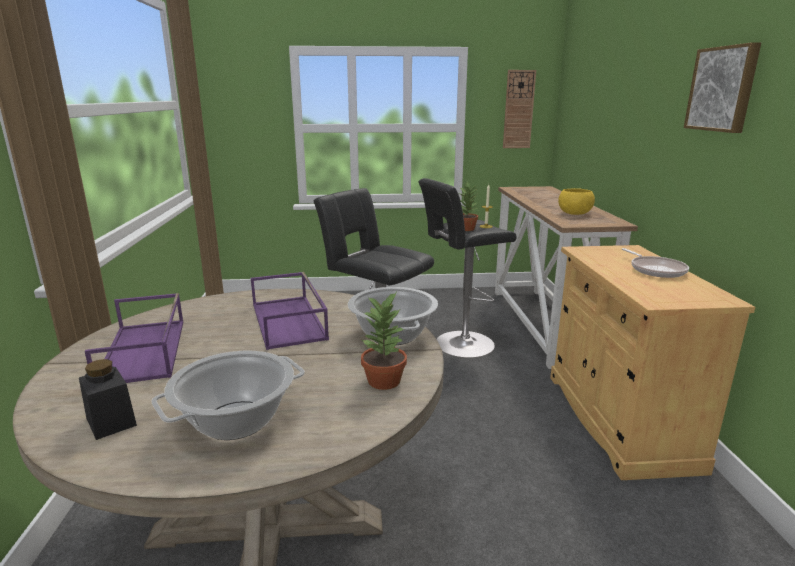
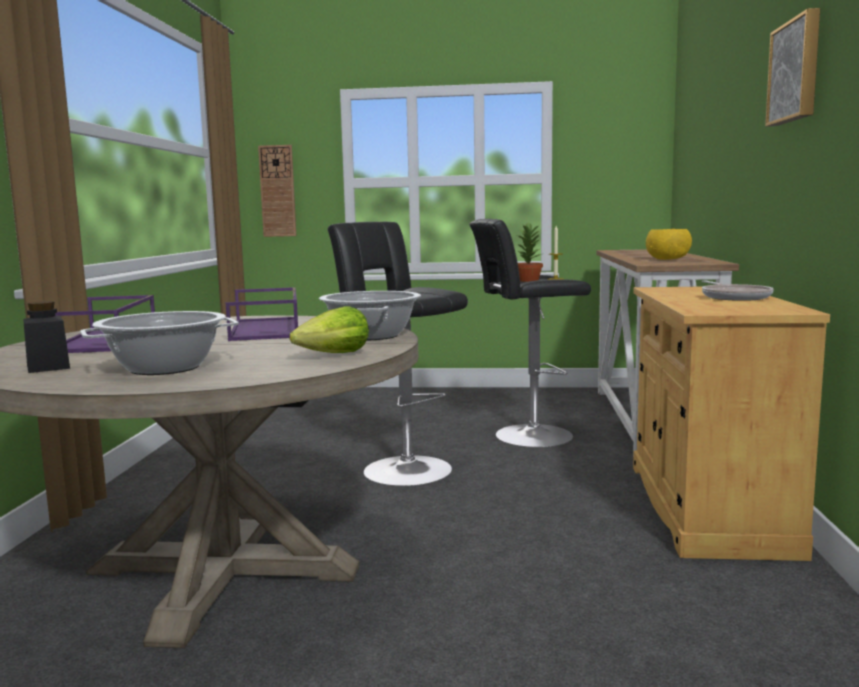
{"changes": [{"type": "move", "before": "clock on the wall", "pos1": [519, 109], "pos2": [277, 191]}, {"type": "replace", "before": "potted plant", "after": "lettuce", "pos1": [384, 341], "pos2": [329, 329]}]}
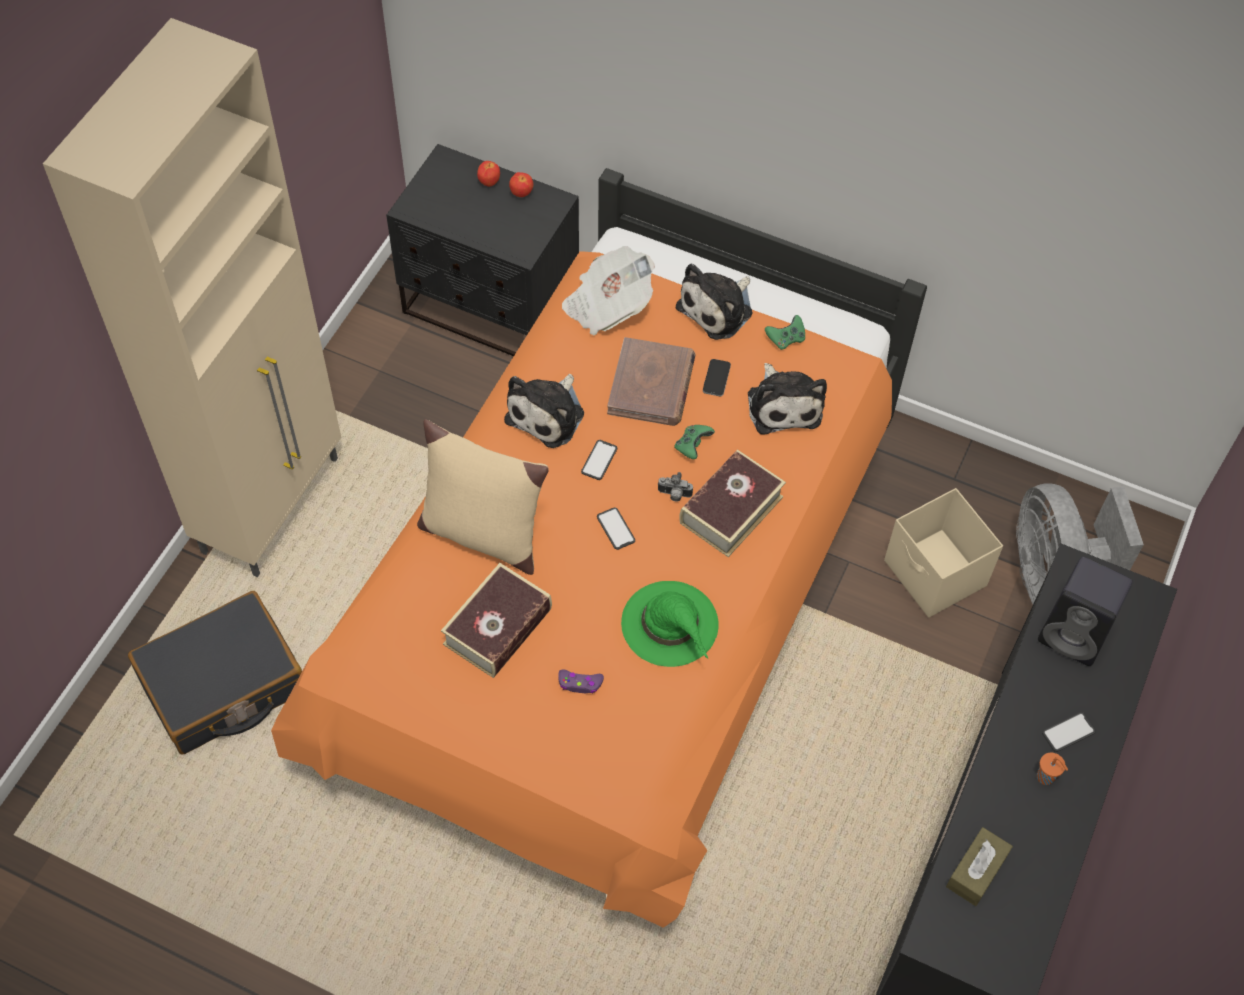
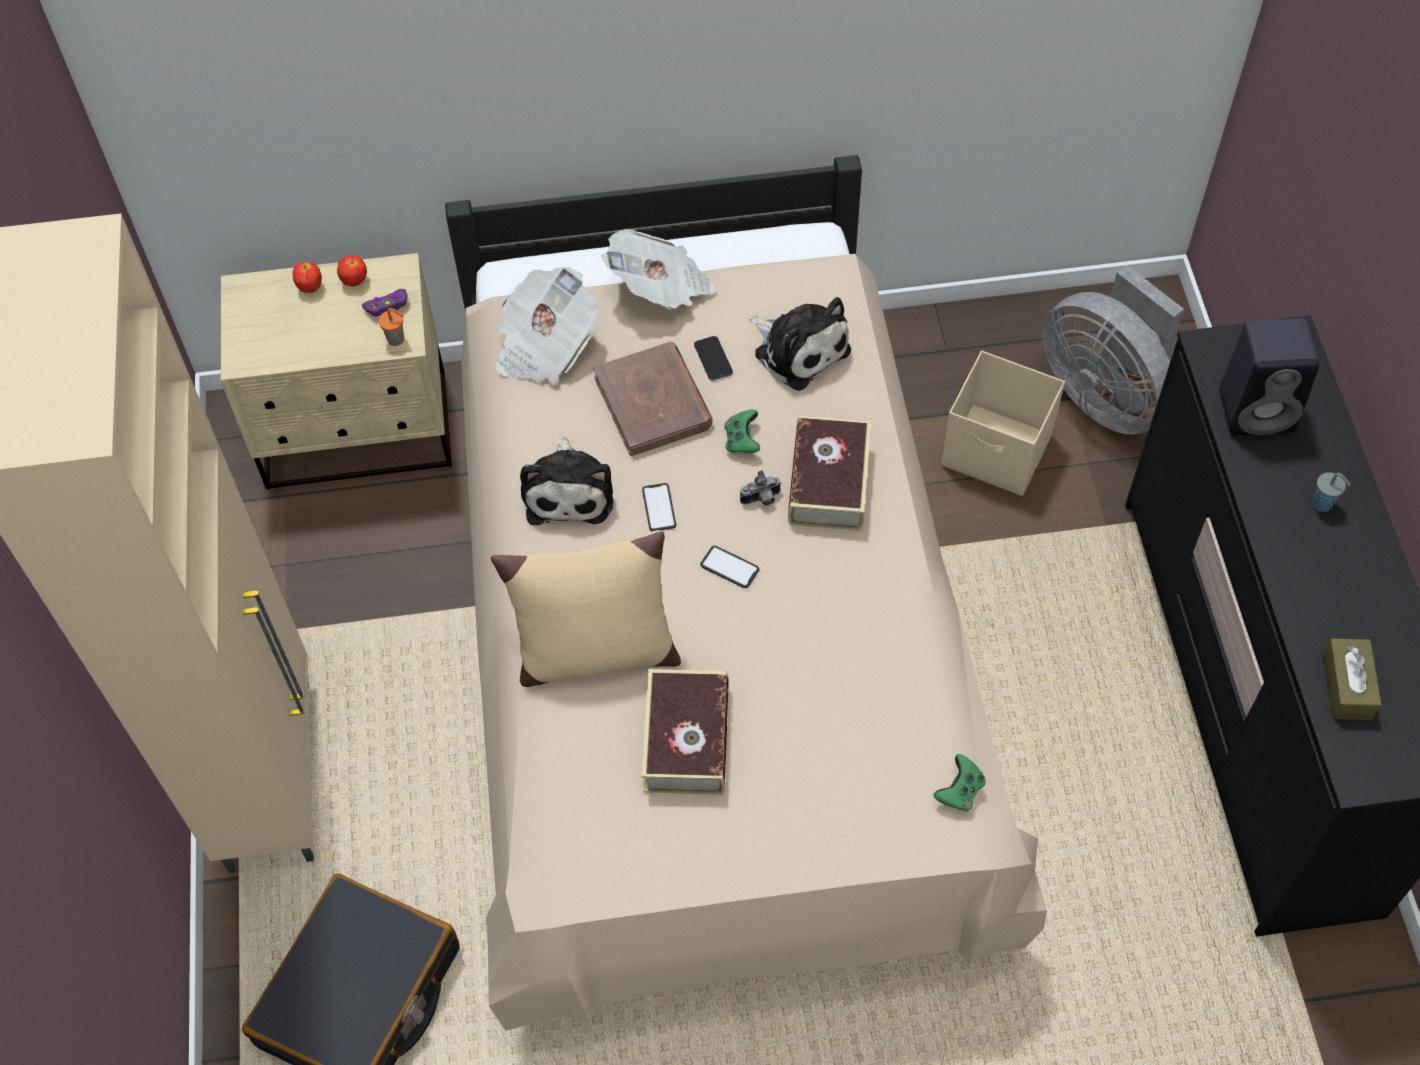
{"changes": [{"type": "recolor", "before": "bedside table (blackish)", "after": "bedside table (beige)", "pos1": [482, 250], "pos2": [336, 371]}, {"type": "recolor", "before": "bed (orangey)", "after": "bed (beige)", "pos1": [599, 548], "pos2": [746, 593]}, {"type": "replace", "before": "plush toy", "after": "daily paper", "pos1": [714, 302], "pos2": [659, 269]}, {"type": "move", "before": "game controller (greenish)", "pos1": [785, 332], "pos2": [959, 782]}, {"type": "delete", "before": "wearable hat (greenish)", "pos1": [670, 624]}, {"type": "move", "before": "game controller (purple)", "pos1": [581, 681], "pos2": [385, 303]}, {"type": "replace", "before": "telephone", "after": "cup (greyish)", "pos1": [1069, 732], "pos2": [1331, 492]}, {"type": "move", "before": "cup (orangey)", "pos1": [1052, 769], "pos2": [391, 327]}]}
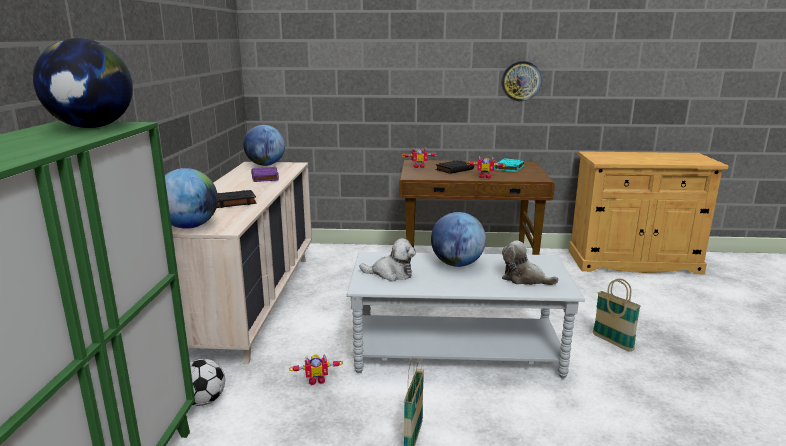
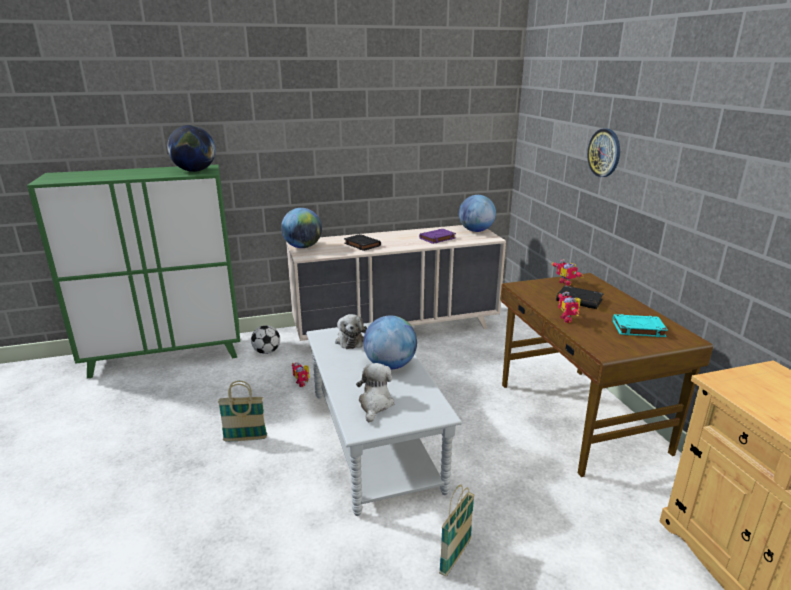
{"changes": [{"type": "move", "before": "clock on the wall", "pos1": [521, 81], "pos2": [603, 152]}]}
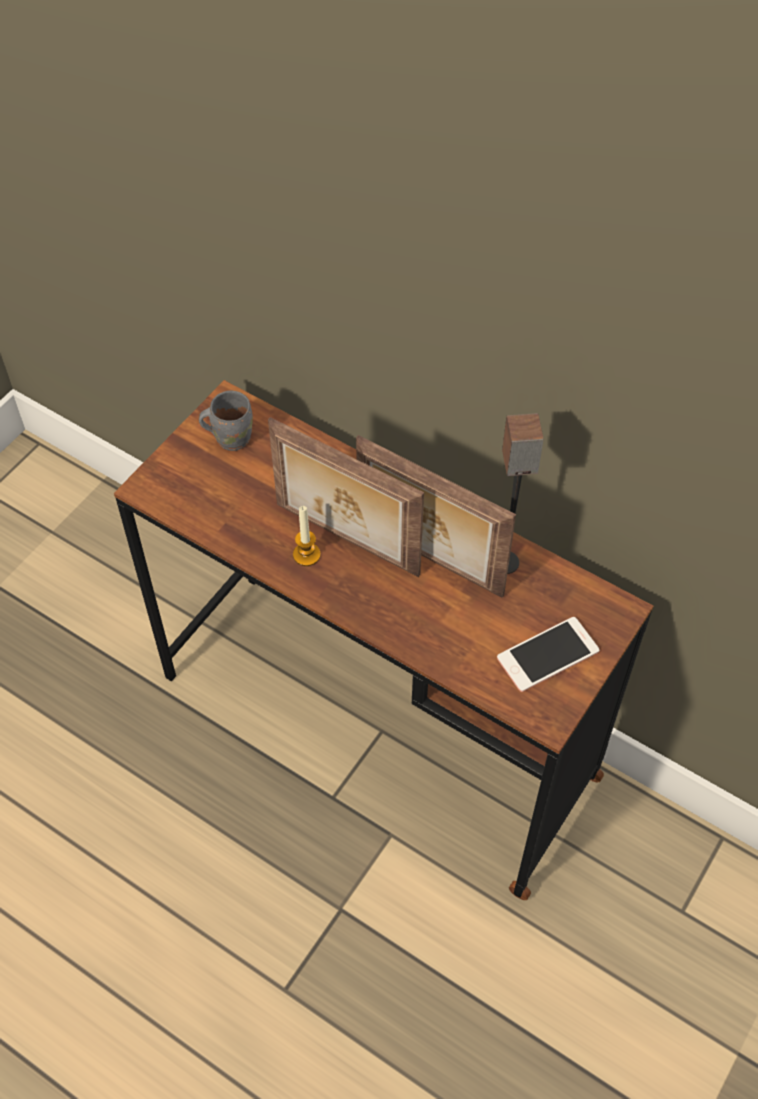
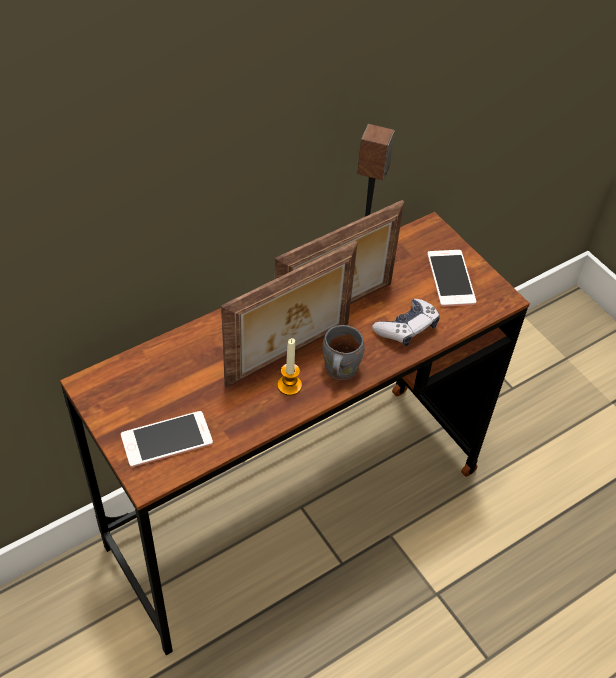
{"changes": [{"type": "move", "before": "tea mug (greyish)", "pos1": [226, 421], "pos2": [343, 352]}, {"type": "insert", "after": "game controller", "pos2": [406, 322]}, {"type": "insert", "after": "telephone", "pos2": [167, 439]}]}
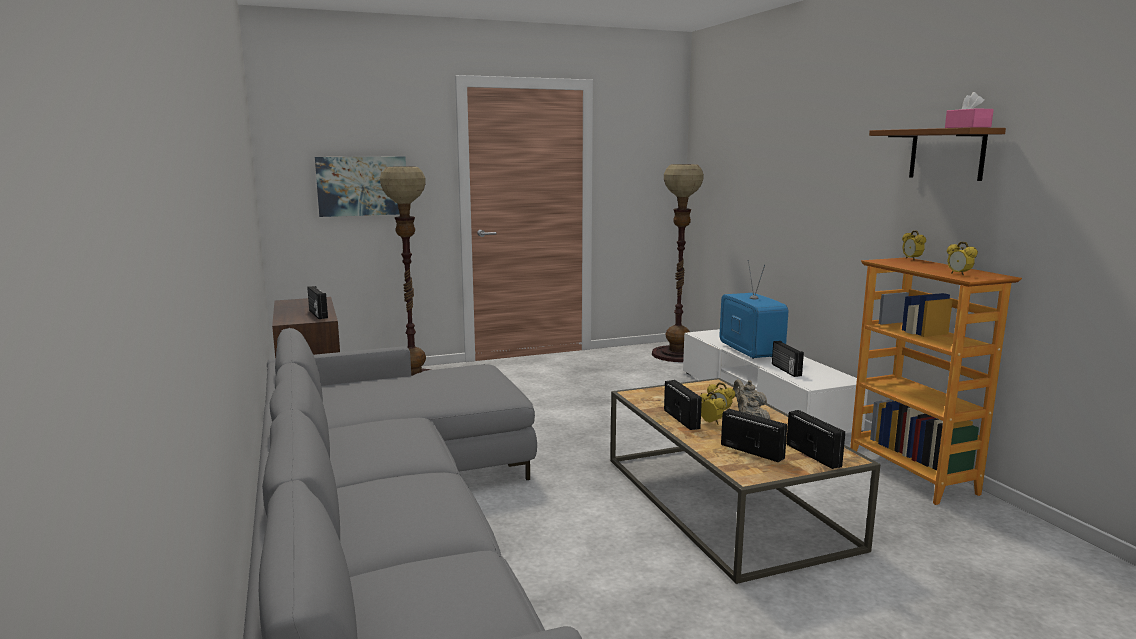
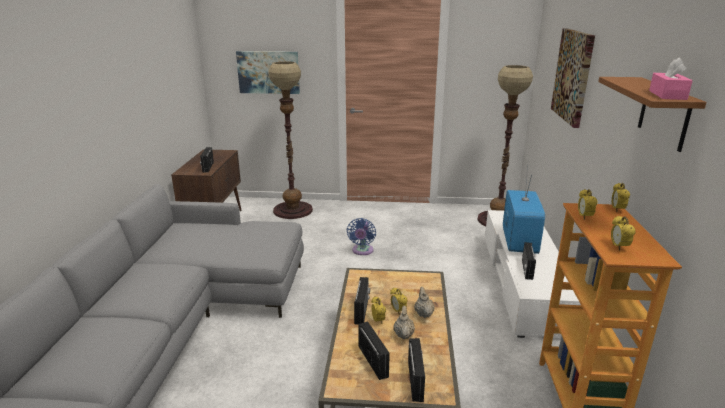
{"changes": [{"type": "insert", "after": "wall picture", "pos2": [573, 78]}, {"type": "insert", "after": "bedside clock", "pos2": [588, 204]}, {"type": "insert", "after": "fan (blue)", "pos2": [361, 236]}]}
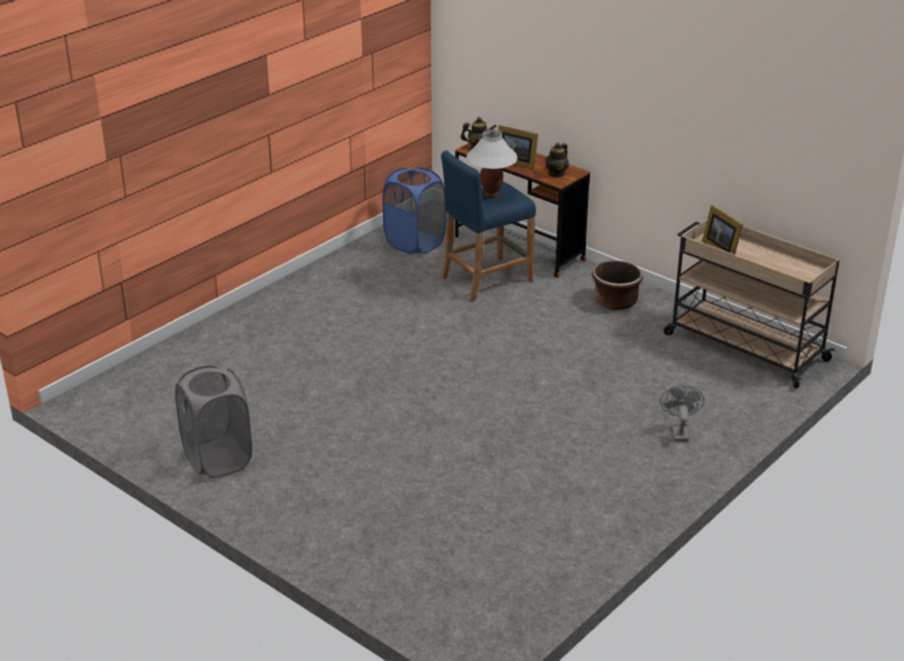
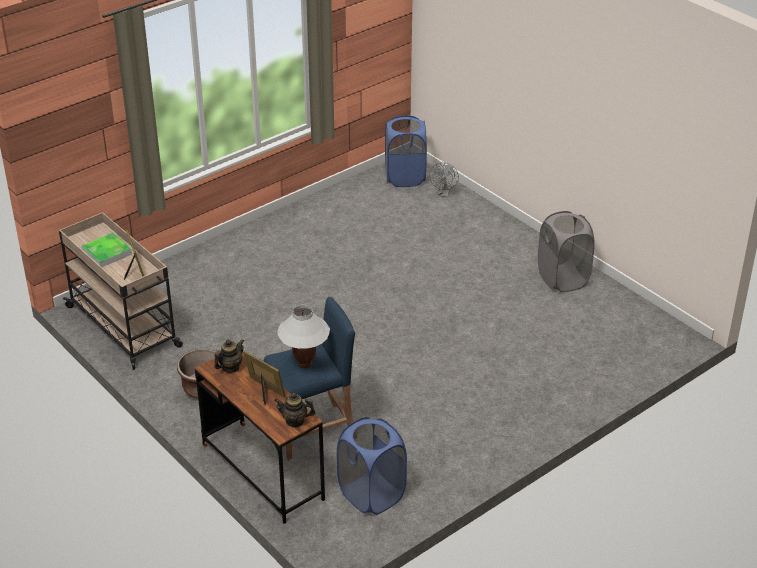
{"changes": [{"type": "move", "before": "fan (greyish)", "pos1": [682, 413], "pos2": [444, 180]}, {"type": "insert", "after": "washing basket (blue)", "pos2": [406, 151]}, {"type": "insert", "after": "tray", "pos2": [107, 250]}]}
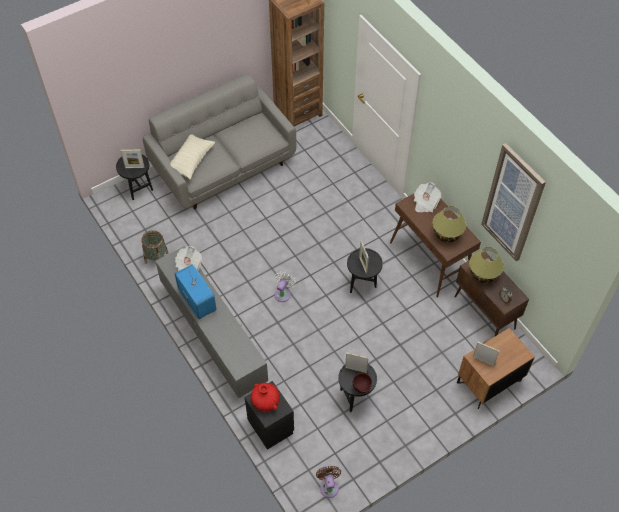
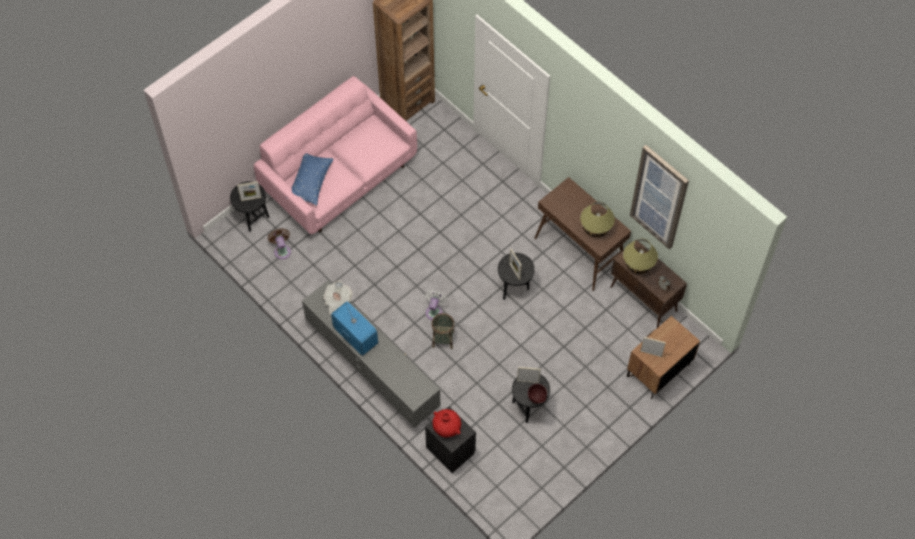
{"changes": [{"type": "recolor", "before": "couch (greyish)", "after": "couch (pink-coloured)", "pos1": [219, 141], "pos2": [335, 155]}, {"type": "recolor", "before": "throw pillow (beige)", "after": "throw pillow (blue)", "pos1": [192, 157], "pos2": [312, 179]}, {"type": "delete", "before": "daily paper", "pos1": [427, 197]}, {"type": "move", "before": "basket", "pos1": [154, 247], "pos2": [442, 331]}, {"type": "move", "before": "fan (brown)", "pos1": [328, 482], "pos2": [279, 243]}]}
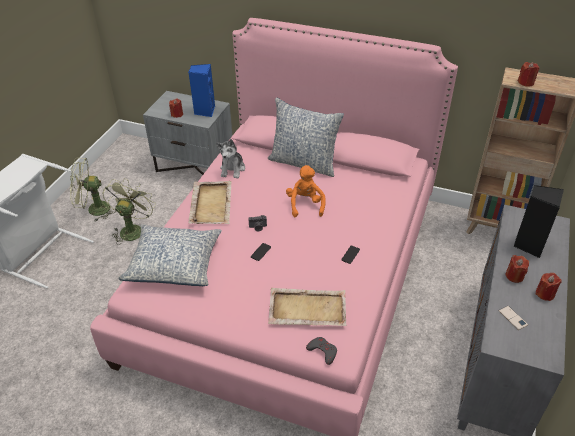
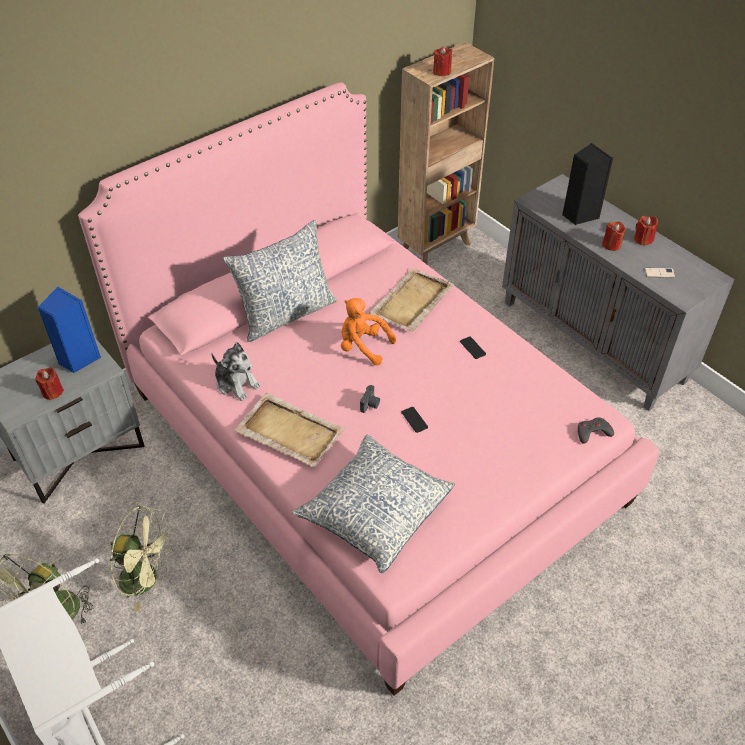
{"changes": [{"type": "rotate", "before": "fan (greenish)", "pos1": [129, 211], "pos2": [142, 558], "turn": 150}, {"type": "move", "before": "tray (beige)", "pos1": [307, 307], "pos2": [411, 300]}]}
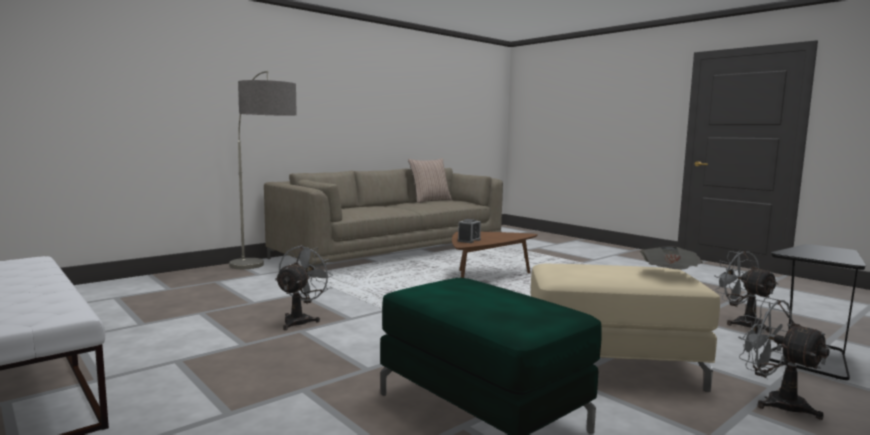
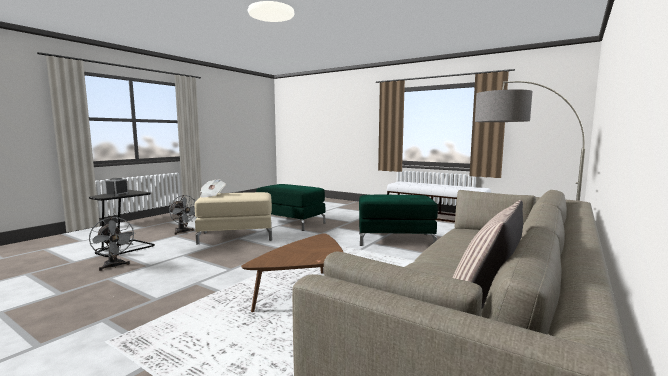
{"changes": [{"type": "move", "before": "bedside clock", "pos1": [469, 231], "pos2": [117, 187]}, {"type": "replace", "before": "fan (greyish)", "after": "footrest (greenish)", "pos1": [304, 287], "pos2": [398, 220]}]}
